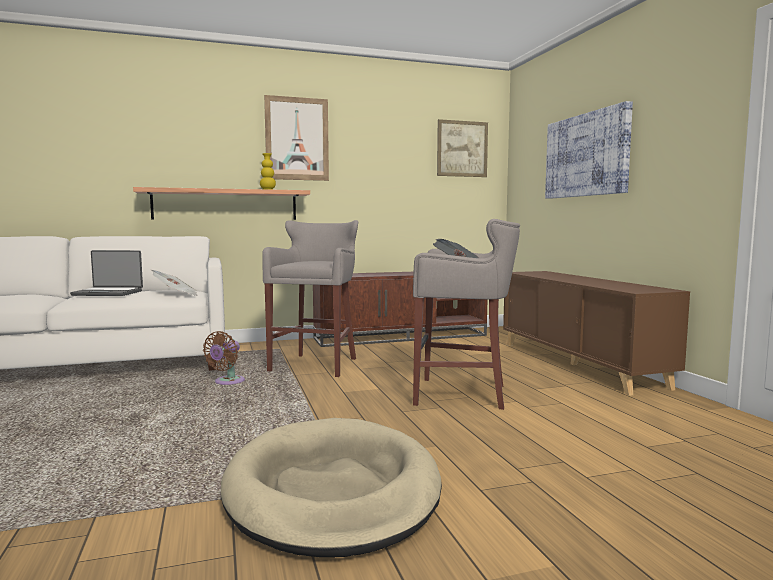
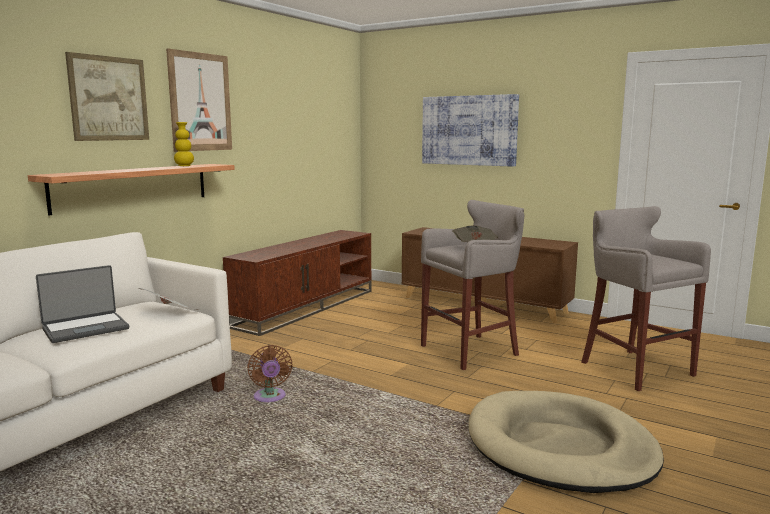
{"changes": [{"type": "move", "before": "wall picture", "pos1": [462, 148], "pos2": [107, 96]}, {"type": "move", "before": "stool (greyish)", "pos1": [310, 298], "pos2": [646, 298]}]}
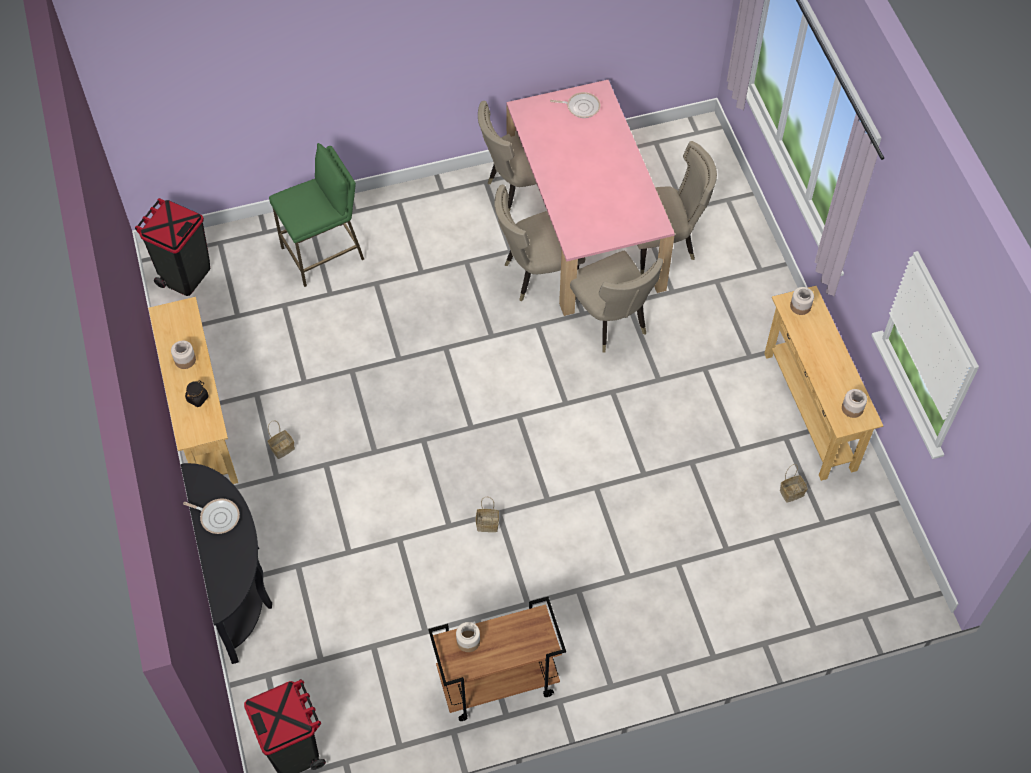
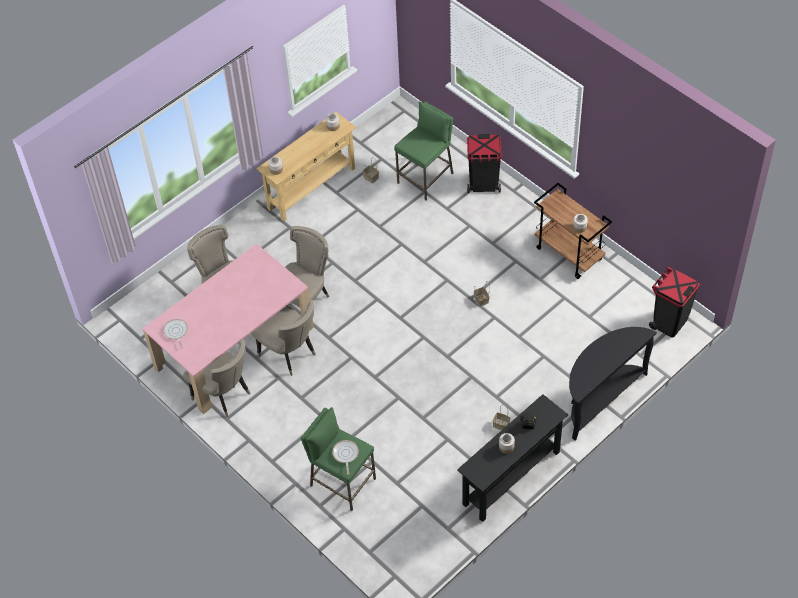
{"changes": [{"type": "move", "before": "trash can (blackish)", "pos1": [172, 247], "pos2": [484, 163]}, {"type": "recolor", "before": "narrow table (beige)", "after": "narrow table (blackish)", "pos1": [193, 390], "pos2": [512, 458]}, {"type": "move", "before": "frying pan", "pos1": [211, 516], "pos2": [345, 457]}, {"type": "insert", "after": "stool (greenish)", "pos2": [424, 151]}]}
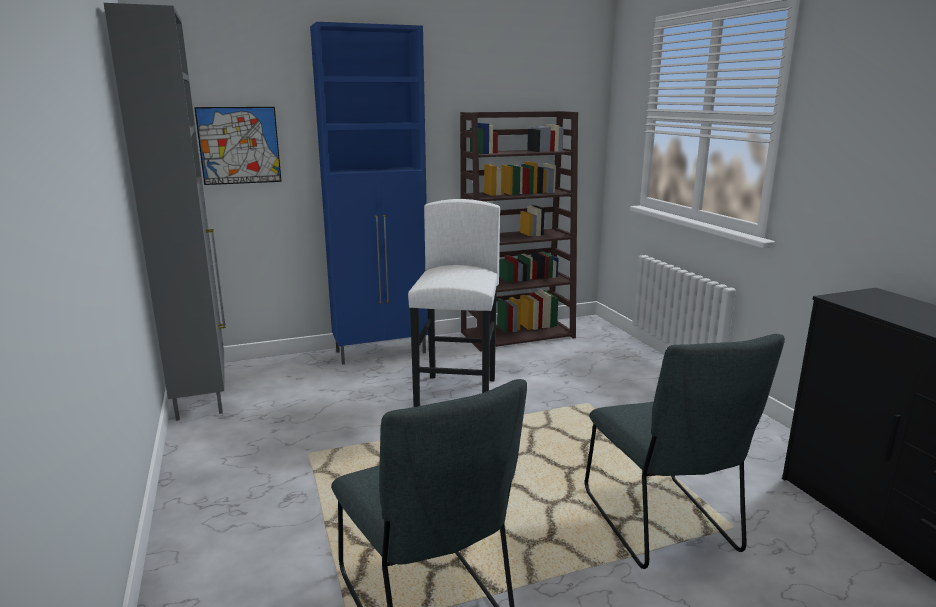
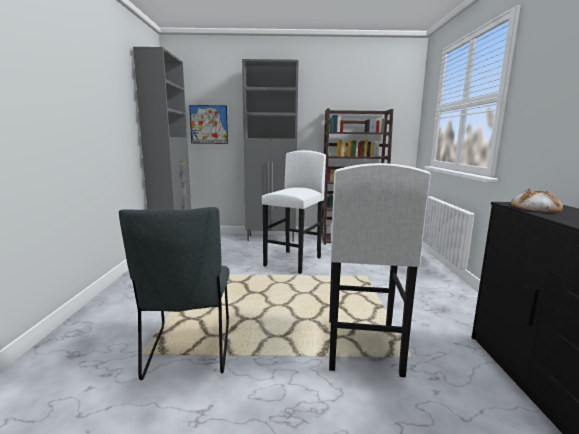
{"changes": [{"type": "recolor", "before": "storage cabinet (blue)", "after": "storage cabinet (greyish)", "pos1": [369, 193], "pos2": [270, 150]}, {"type": "replace", "before": "chair (greyish)", "after": "stool (whitish)", "pos1": [685, 451], "pos2": [380, 270]}, {"type": "insert", "after": "bakery bread", "pos2": [537, 201]}]}
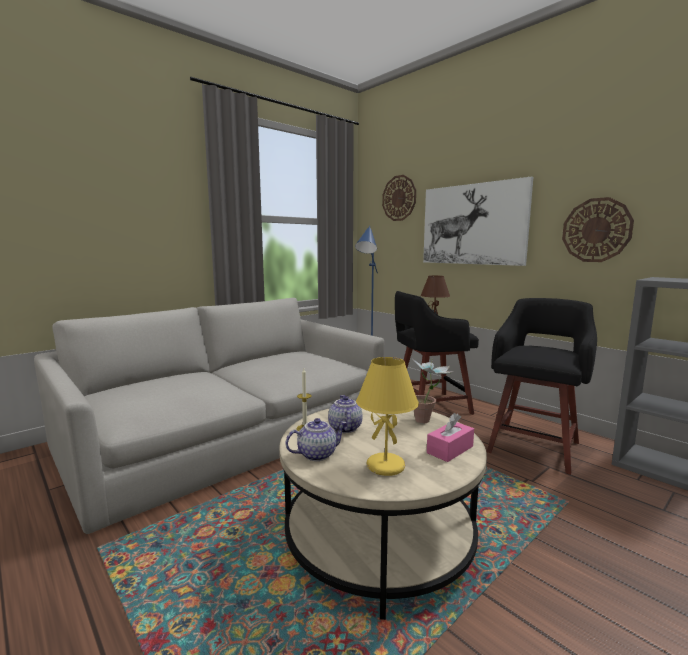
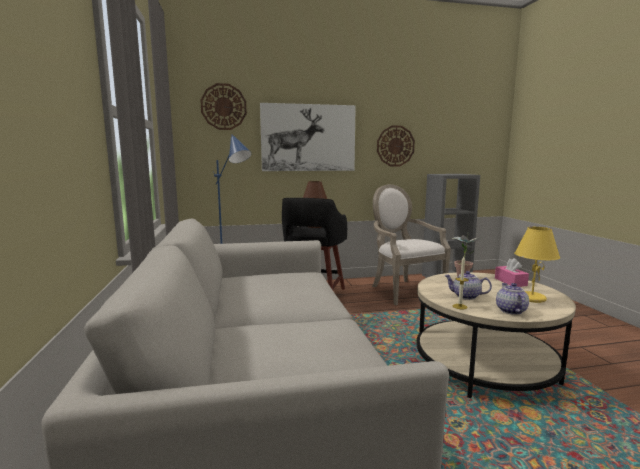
{"changes": [{"type": "replace", "before": "stool (blackish)", "after": "lounge chair", "pos1": [542, 386], "pos2": [411, 244]}]}
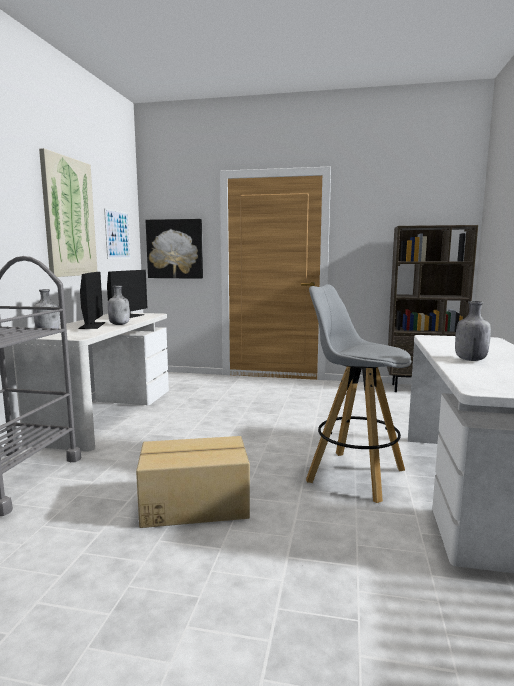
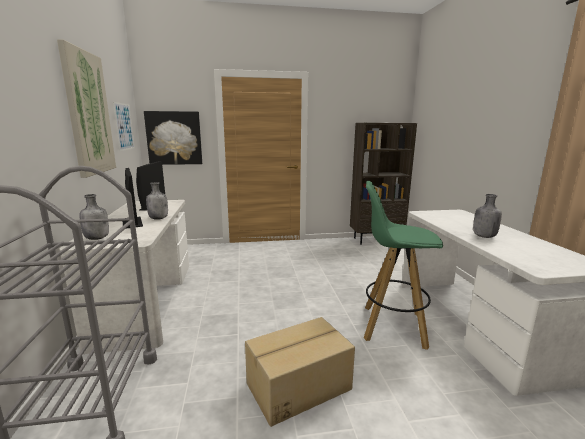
{"changes": [{"type": "recolor", "before": "stool (greyish)", "after": "stool (greenish)", "pos1": [358, 393], "pos2": [403, 265]}]}
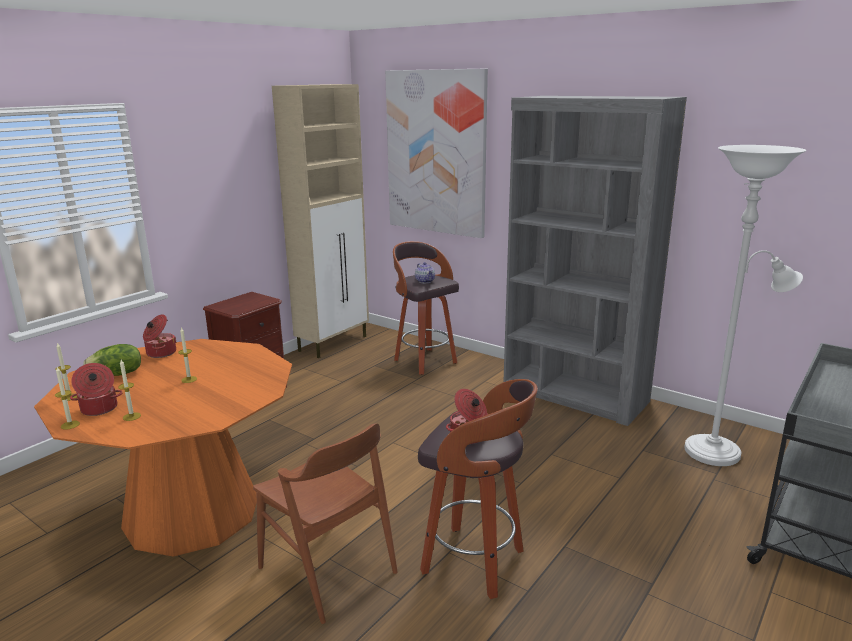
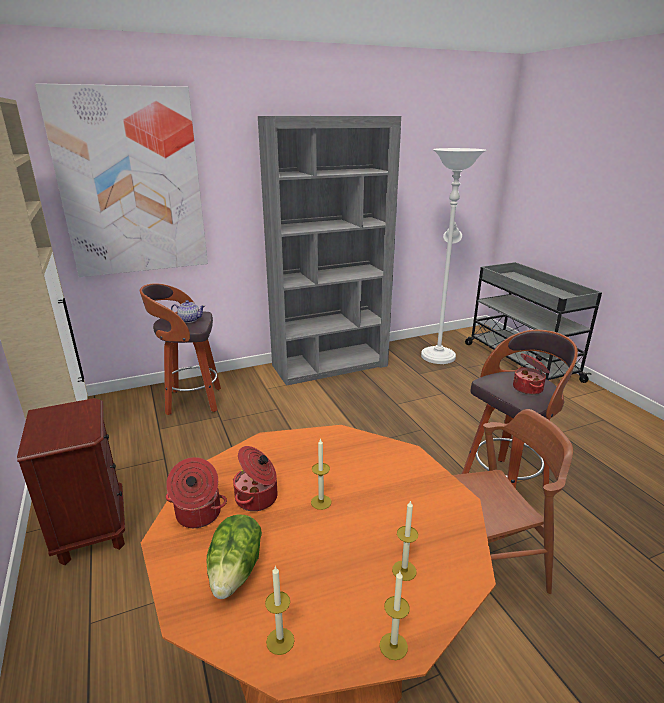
{"changes": [{"type": "move", "before": "stockpot", "pos1": [96, 389], "pos2": [255, 478]}]}
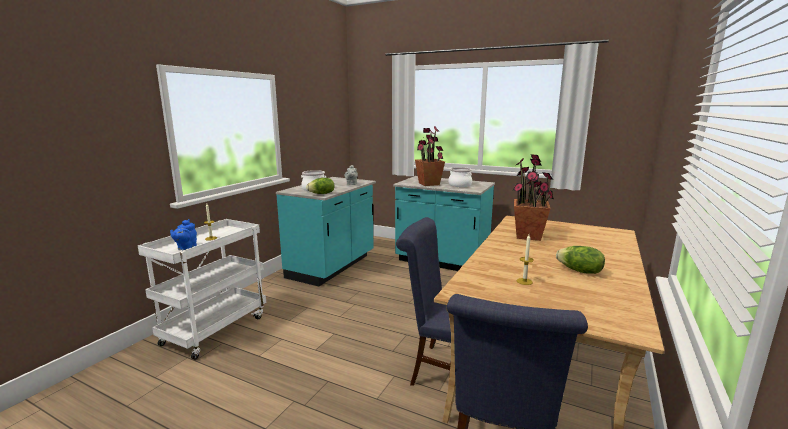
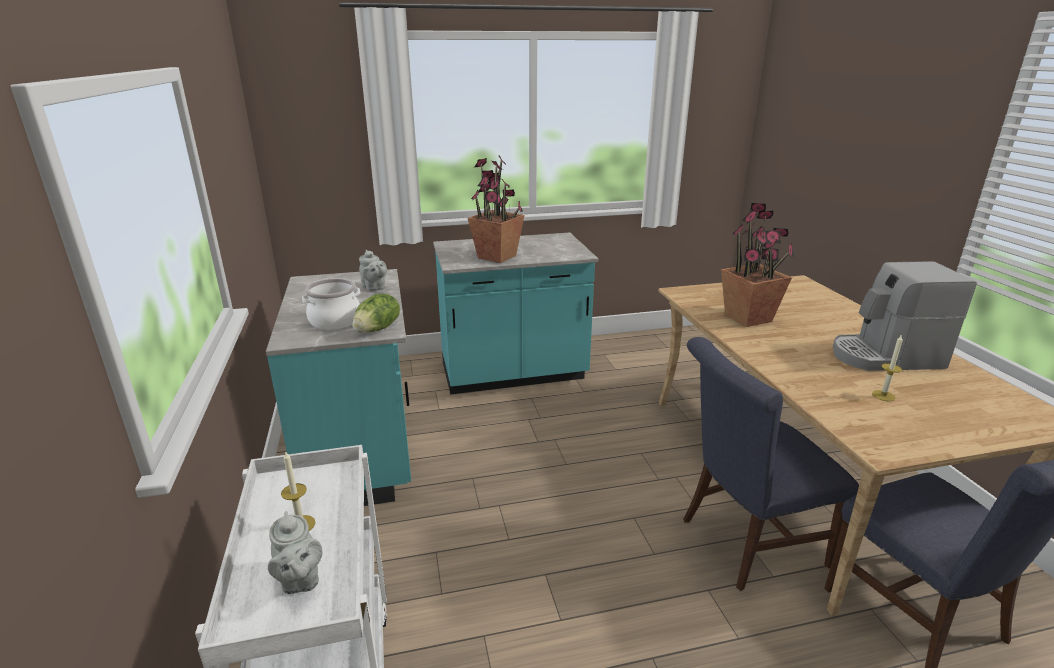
{"changes": [{"type": "delete", "before": "stockpot", "pos1": [460, 177]}, {"type": "recolor", "before": "pot for tea (blue)", "after": "pot for tea (greyish)", "pos1": [183, 234], "pos2": [295, 552]}, {"type": "replace", "before": "lettuce", "after": "coffee machine", "pos1": [580, 260], "pos2": [905, 316]}]}
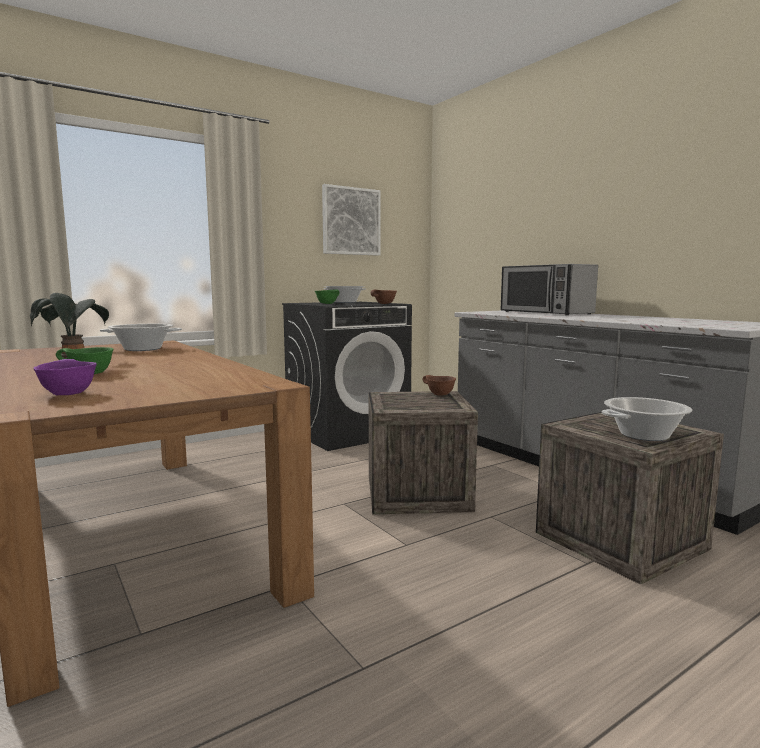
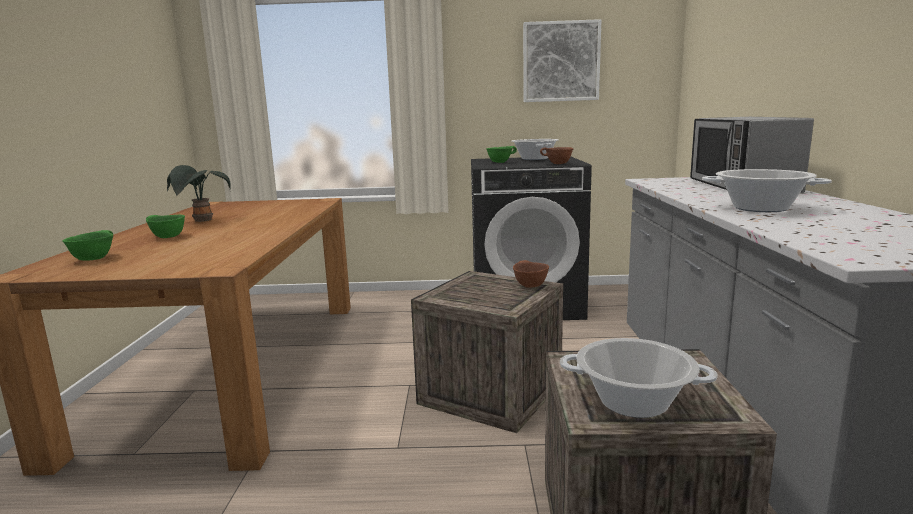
{"changes": [{"type": "move", "before": "stockpot", "pos1": [141, 337], "pos2": [767, 190]}, {"type": "recolor", "before": "serving bowl (purple)", "after": "serving bowl (greenish)", "pos1": [65, 377], "pos2": [88, 245]}]}
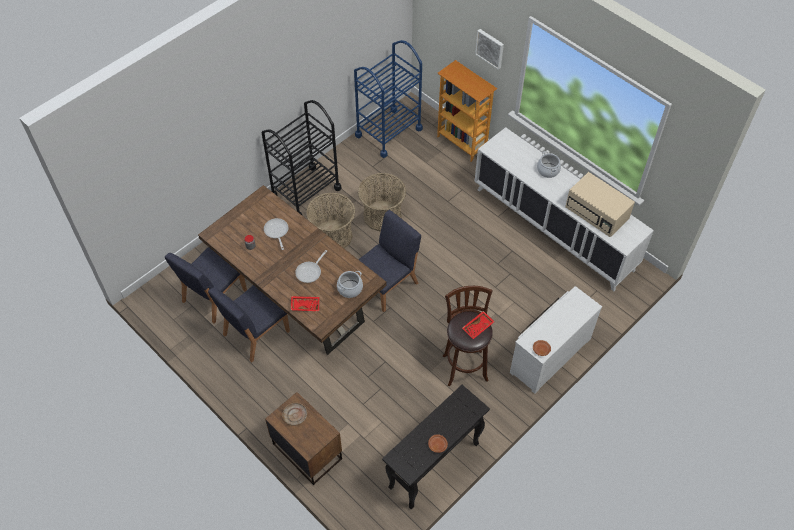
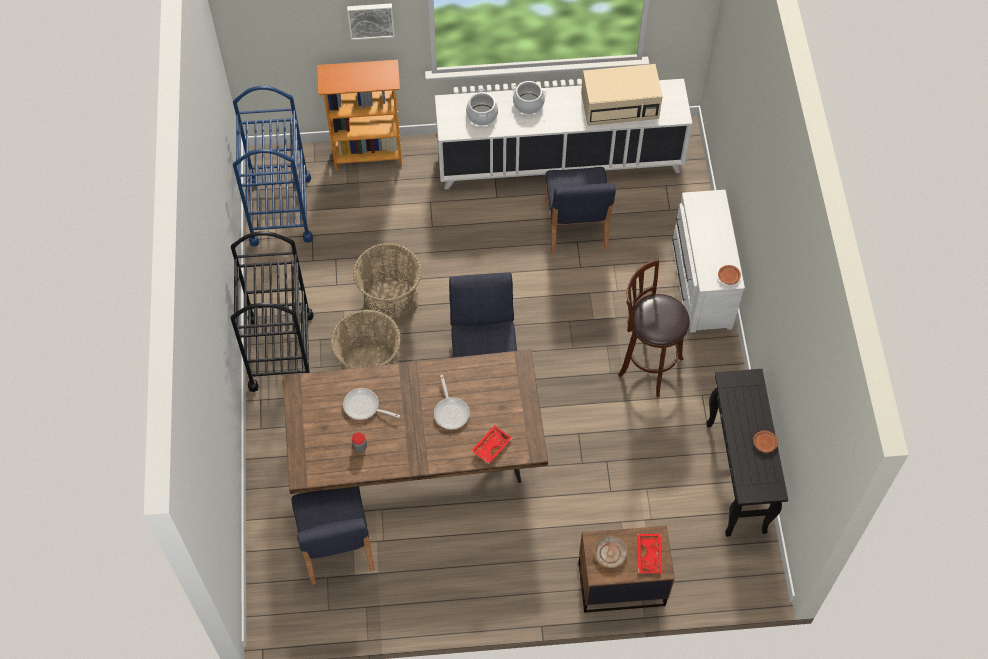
{"changes": [{"type": "move", "before": "stockpot", "pos1": [350, 284], "pos2": [482, 107]}, {"type": "move", "before": "chair (blue)", "pos1": [249, 324], "pos2": [580, 210]}, {"type": "move", "before": "tray (red)", "pos1": [478, 325], "pos2": [649, 553]}]}
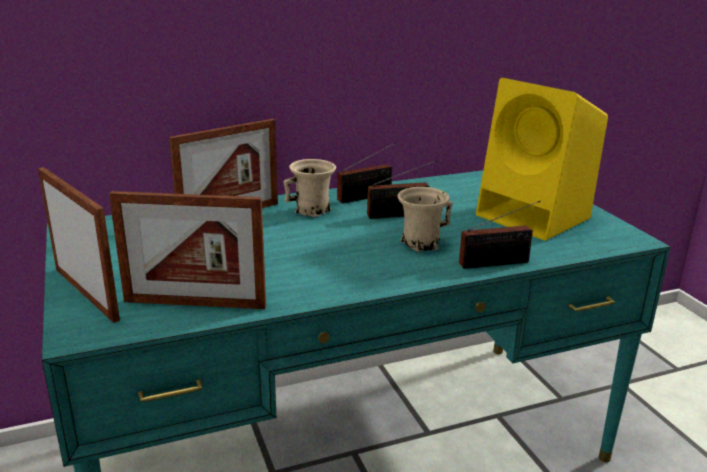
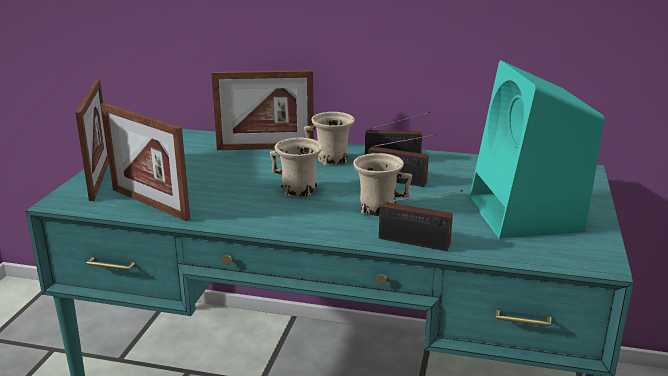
{"changes": [{"type": "recolor", "before": "audio speaker (yellow-coloured)", "after": "audio speaker (turquoise)", "pos1": [542, 159], "pos2": [537, 149]}, {"type": "insert", "after": "tea mug (beige)", "pos2": [296, 167]}]}
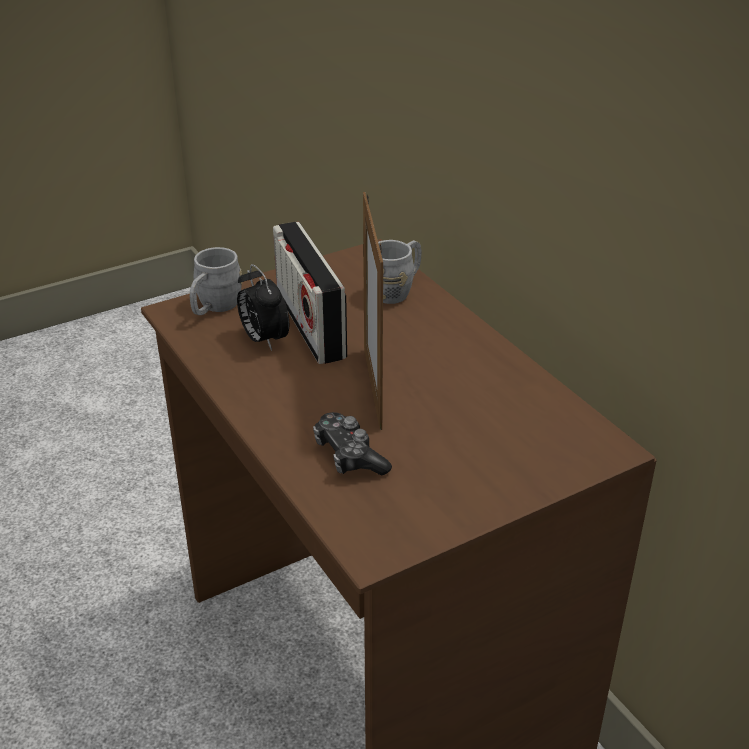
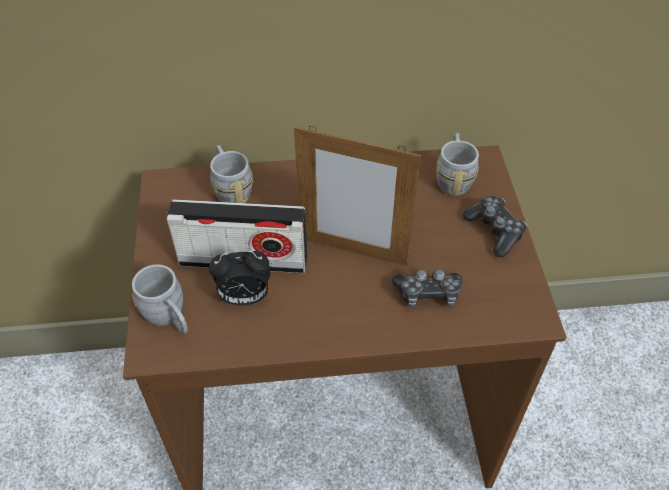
{"changes": [{"type": "insert", "after": "tea mug (greyish)", "pos2": [457, 164]}, {"type": "insert", "after": "game controller", "pos2": [495, 226]}]}
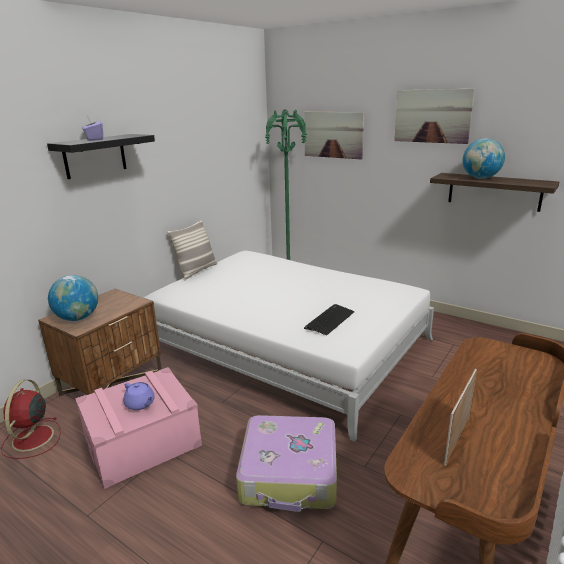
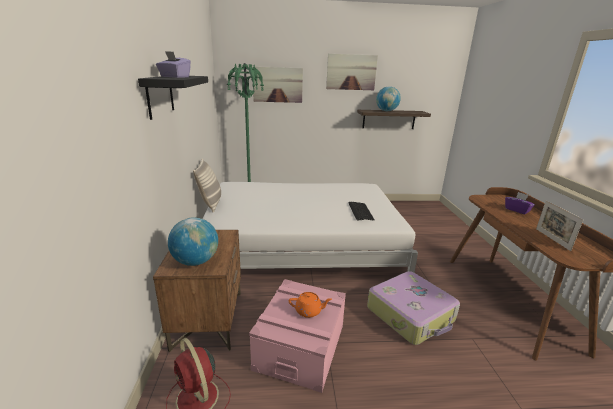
{"changes": [{"type": "recolor", "before": "pot for tea (purple)", "after": "pot for tea (orangey)", "pos1": [139, 396], "pos2": [310, 305]}, {"type": "insert", "after": "tissue box (purple)", "pos2": [520, 203]}]}
